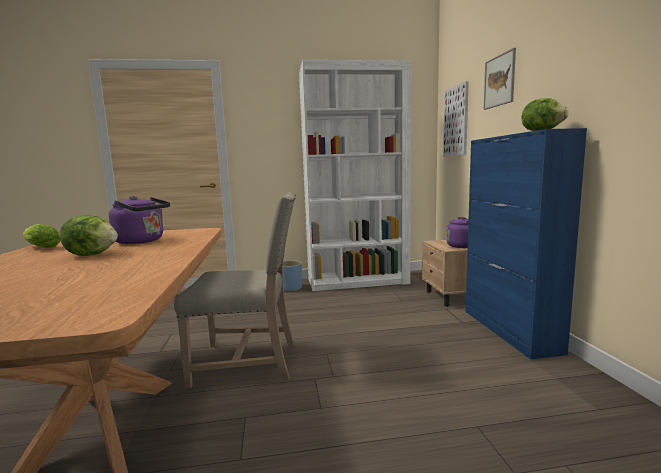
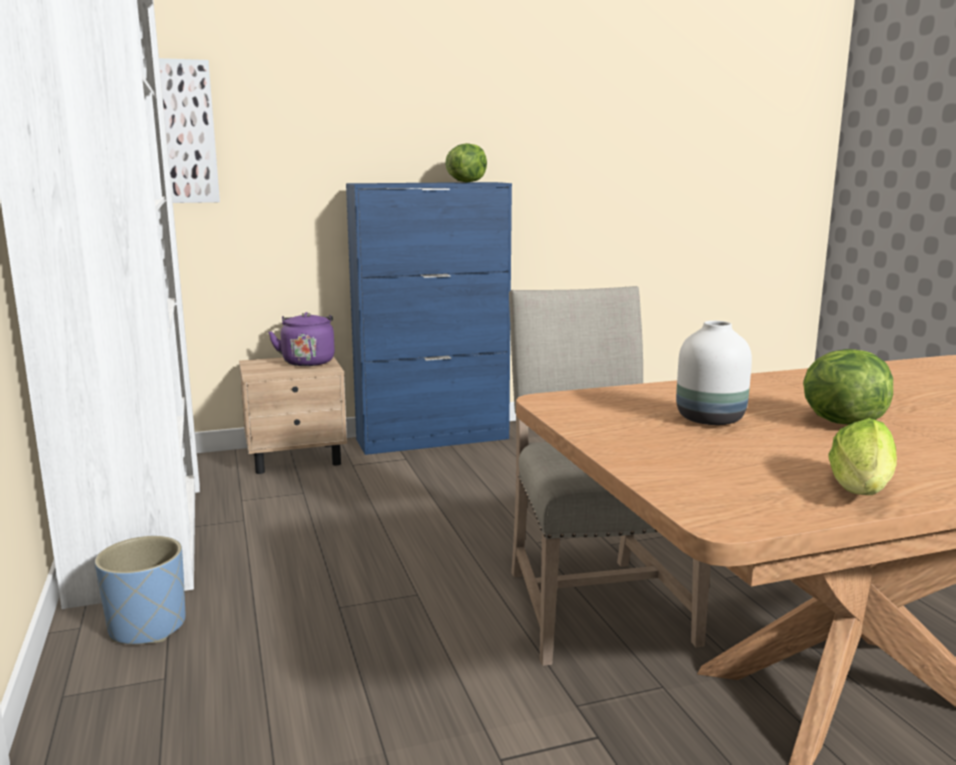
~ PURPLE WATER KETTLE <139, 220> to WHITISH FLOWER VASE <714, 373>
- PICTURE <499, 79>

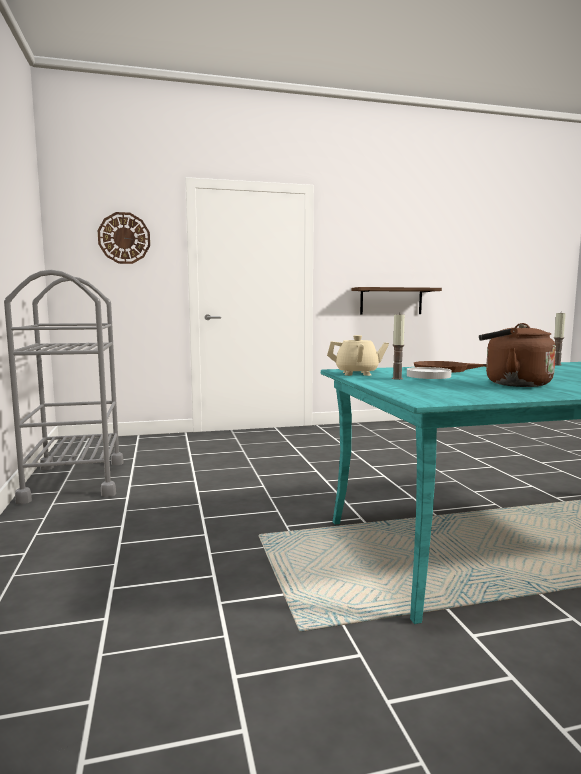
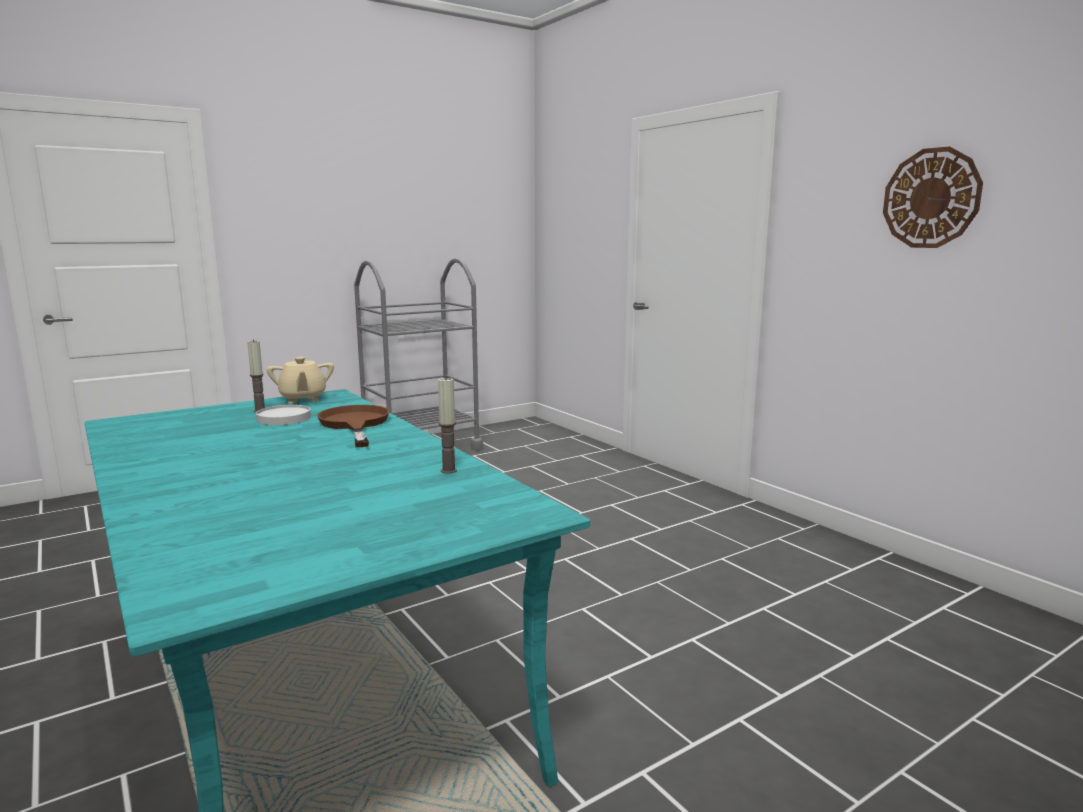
~ WALL CLOCK <124, 238> to <933, 197>
- SHELF <397, 300>
- BROWN-COLOURED WATER KETTLE <517, 355>

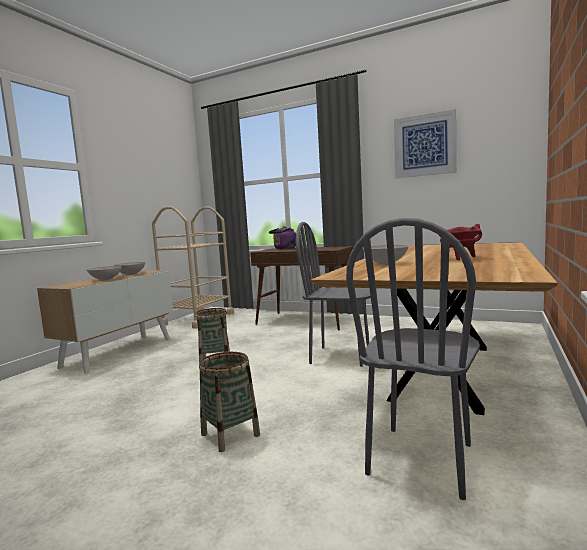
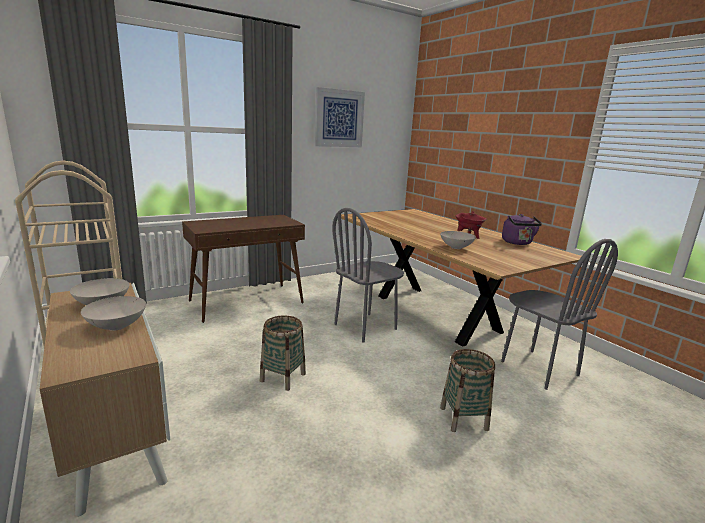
~ PURPLE WATER KETTLE <282, 237> to <522, 229>

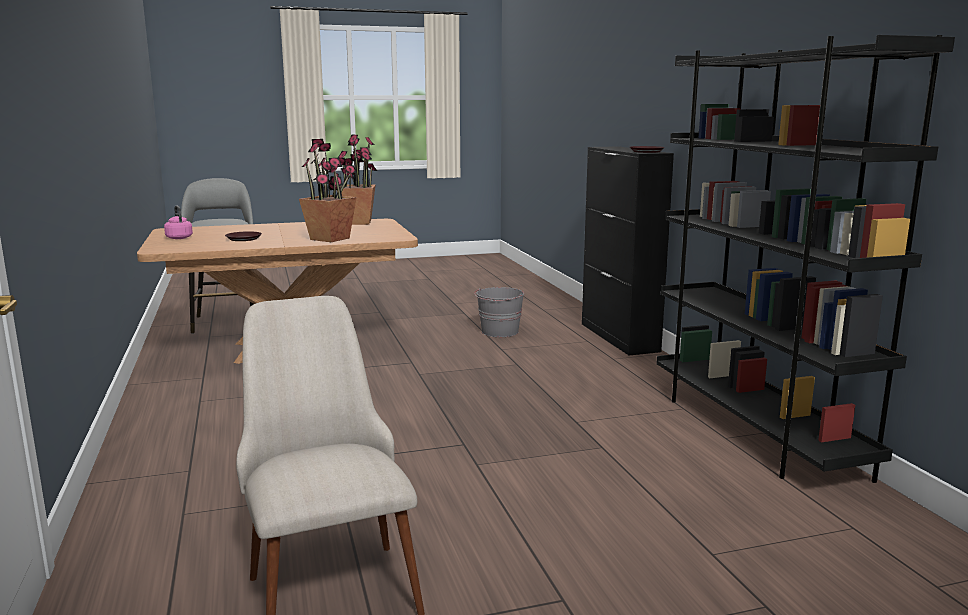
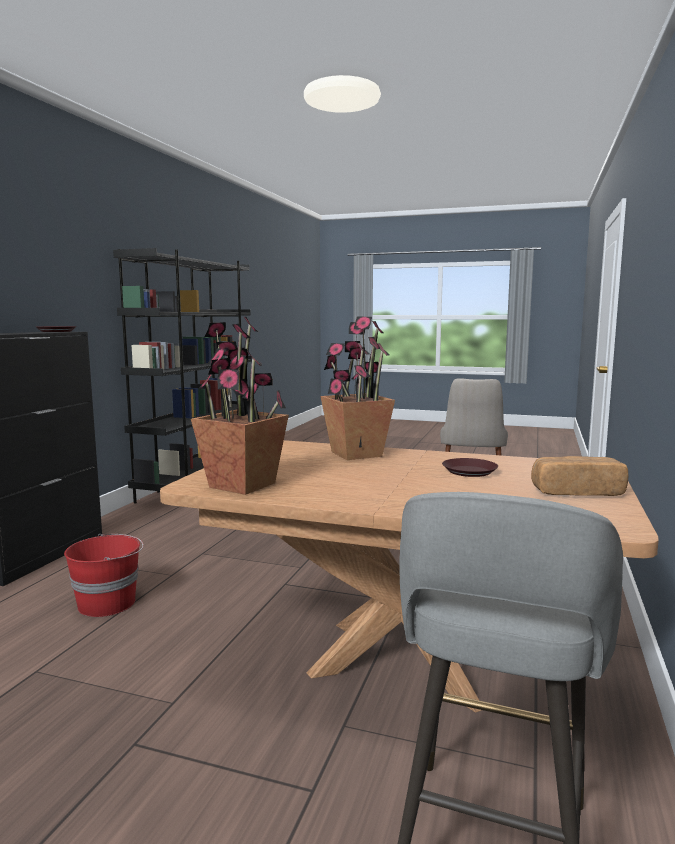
~ GREYISH PAIL <499, 312> to REDDISH PAIL <104, 575>
~ PINKISH WATER KETTLE <178, 222> to BAKED BREAD <579, 476>

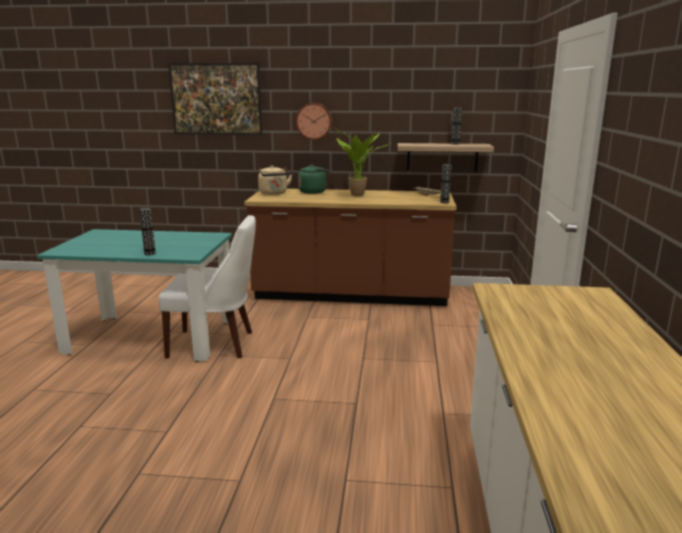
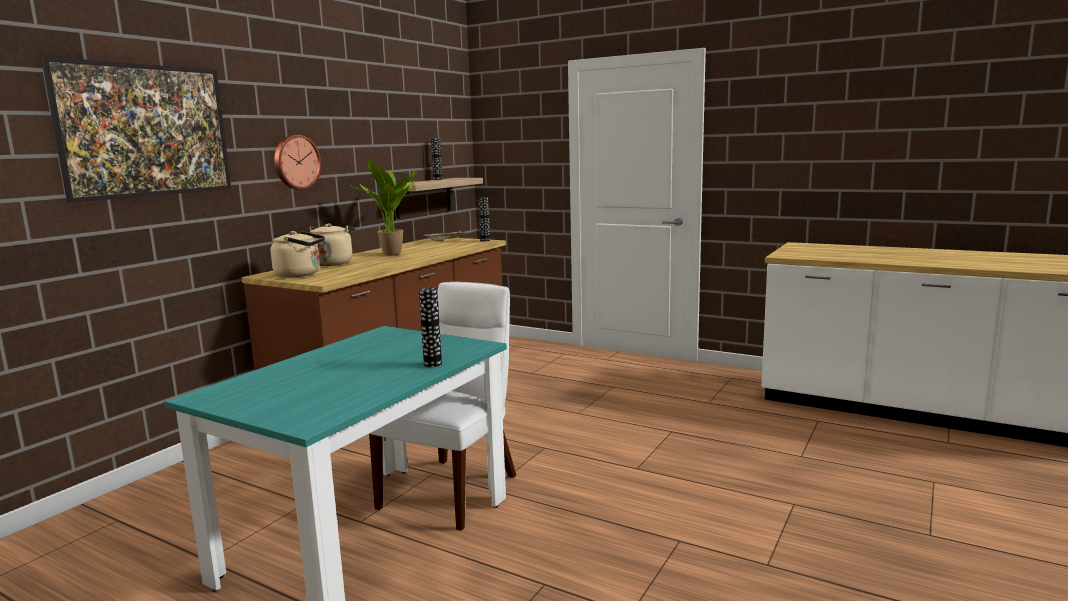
~ GREEN-COLOURED WATER KETTLE <314, 179> to SAND-COLOURED WATER KETTLE <332, 244>

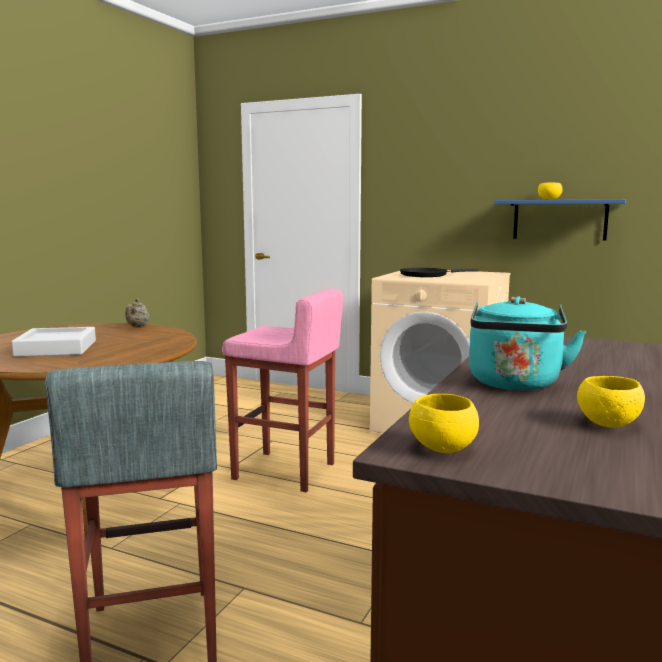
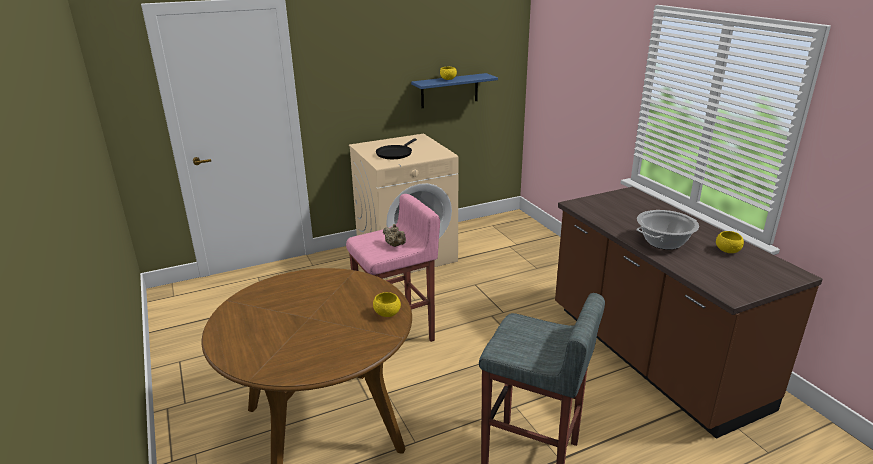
~ YELLOWISH SERVING BOWL <444, 423> to <387, 304>
~ SAND-COLOURED TEA POT <137, 312> to <394, 235>
~ TURQUOISE WATER KETTLE <527, 343> to COOKING POT <668, 230>
- GREYISH SERVING TRAY <53, 342>

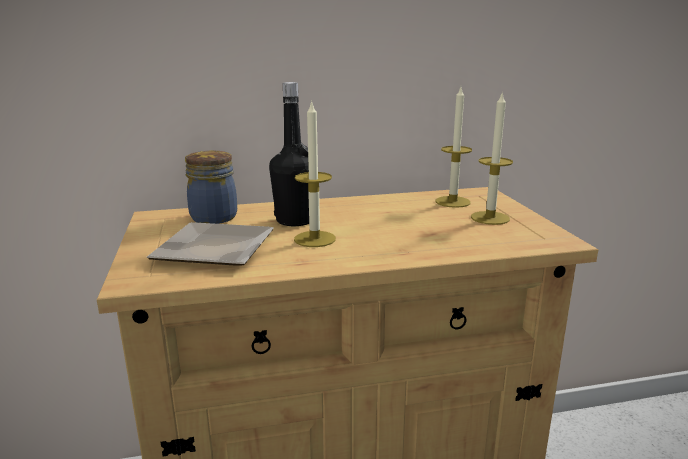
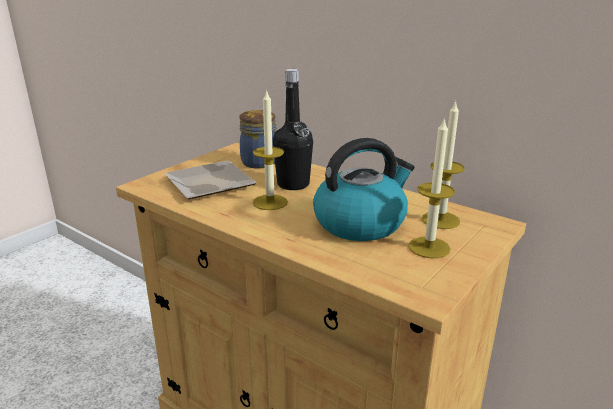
+ WATER KETTLE <364, 189>

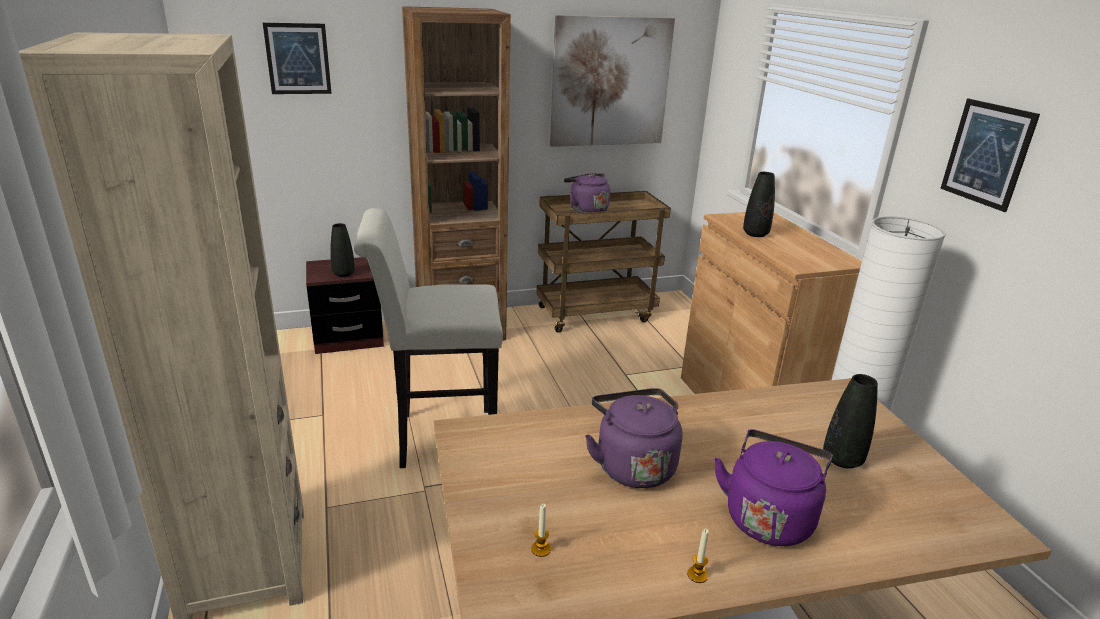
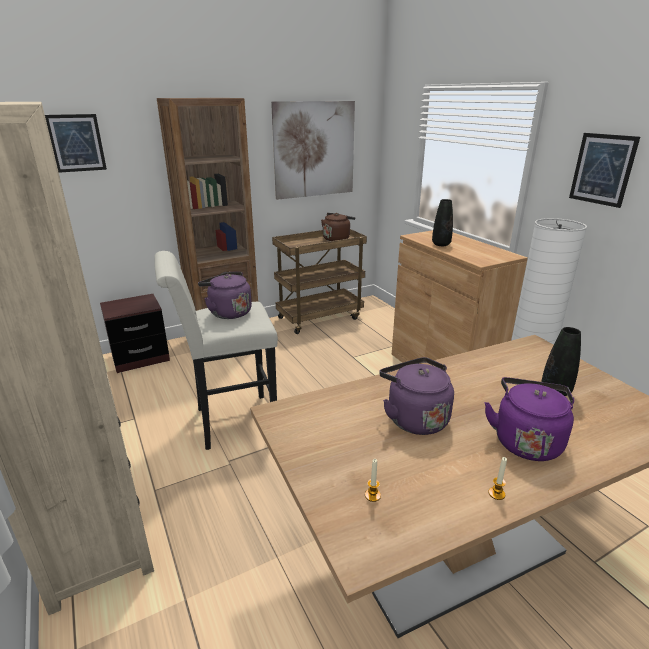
~ PURPLE WATER KETTLE <587, 193> to <225, 295>
+ BROWN-COLOURED WATER KETTLE <338, 227>
- BLACKISH FLOWER VASE <342, 250>

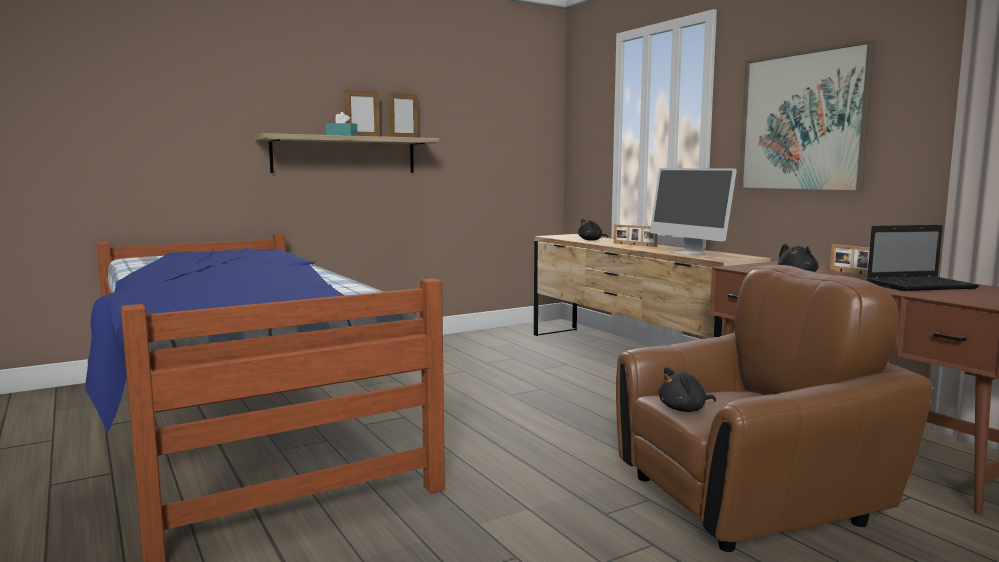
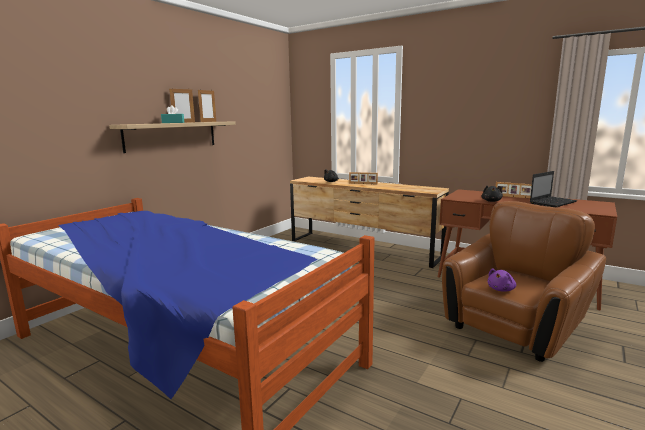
~ BLACKISH PLUSH TOY <687, 389> to PURPLE PLUSH TOY <502, 280>
- COMPUTER DISPLAY <693, 211>
- PICTURE <807, 117>

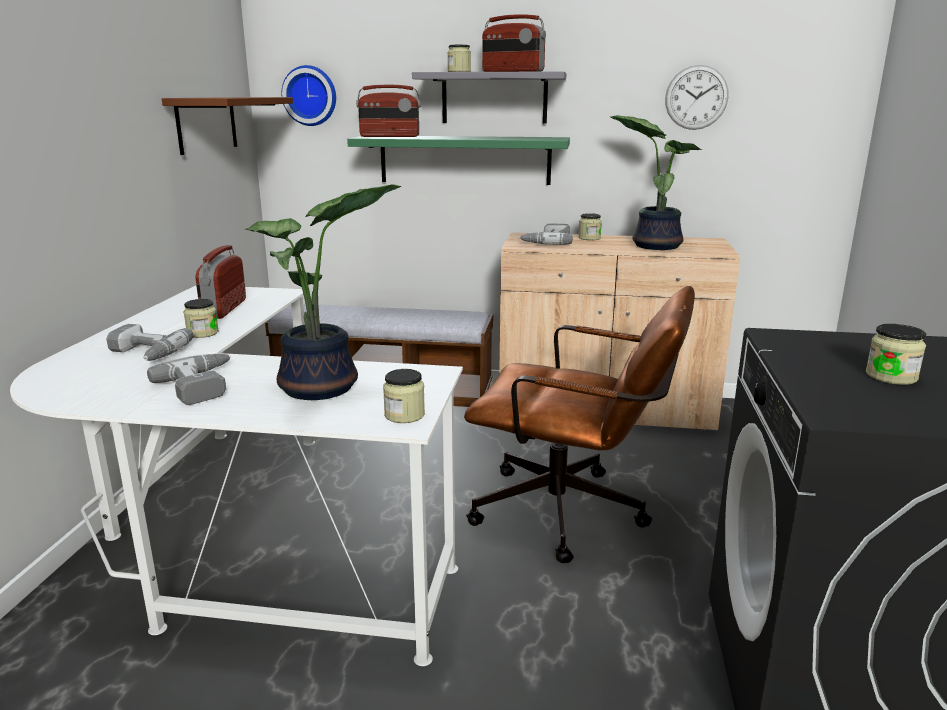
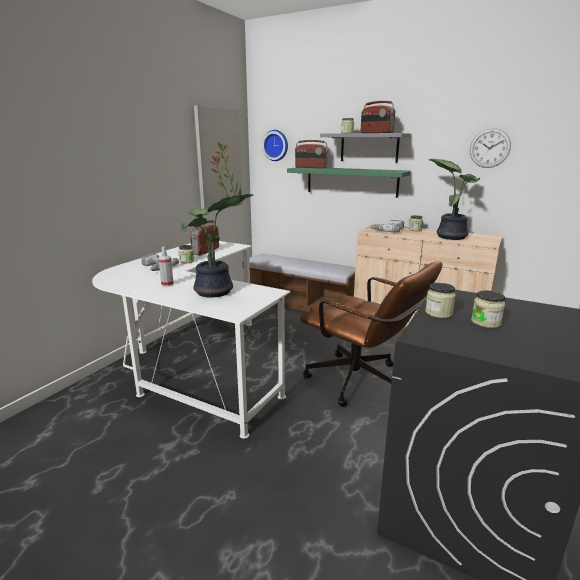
~ ELECTRIC DRILL <189, 379> to HAND SPRAYER <166, 267>
~ BROWN-COLOURED SHELF <227, 126> to PICTURE <218, 158>
~ JAR <404, 396> to <440, 300>

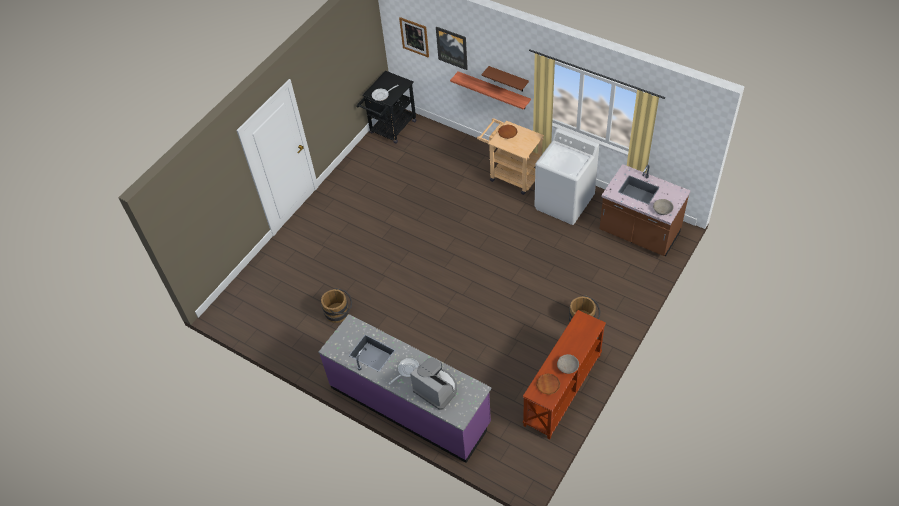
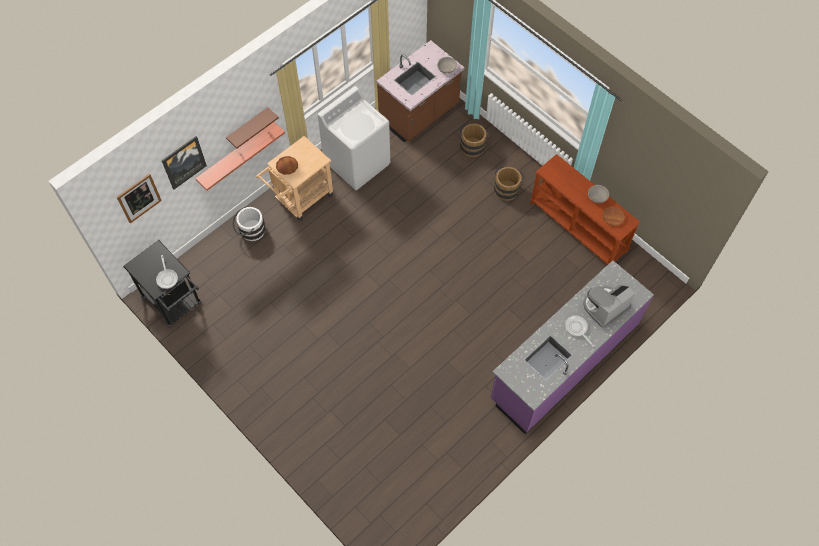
+ WHITISH PAIL <249, 223>
~ BROWN-COLOURED PAIL <336, 305> to <474, 140>

